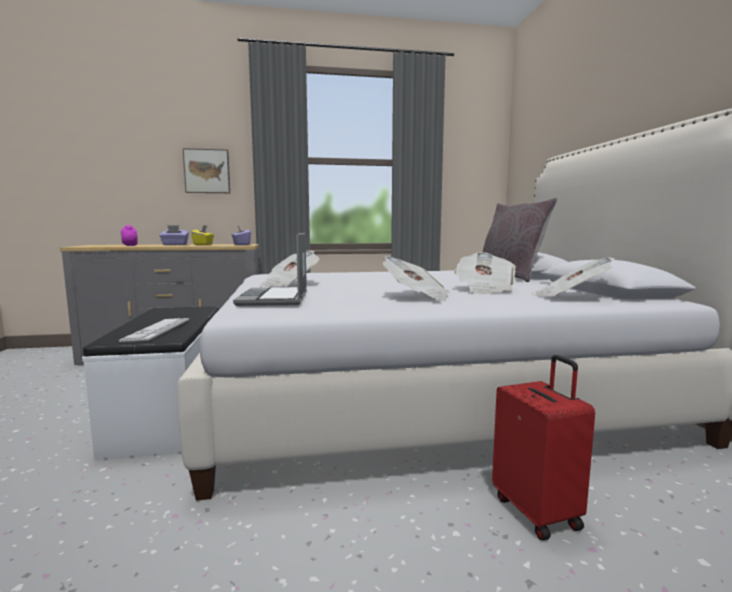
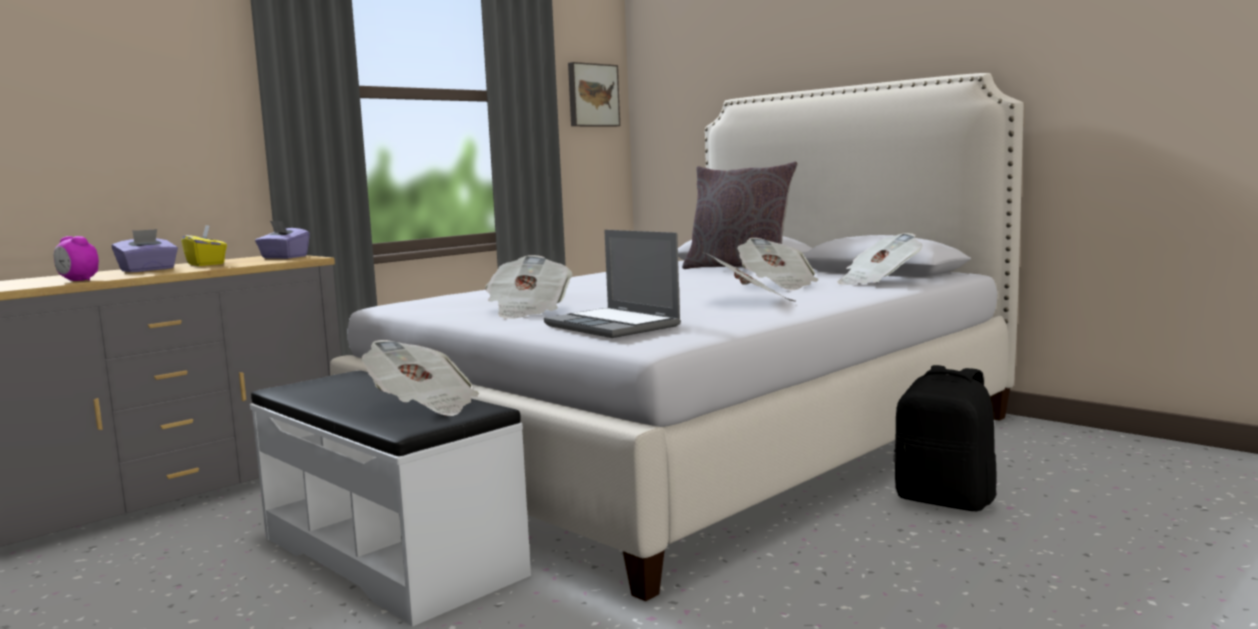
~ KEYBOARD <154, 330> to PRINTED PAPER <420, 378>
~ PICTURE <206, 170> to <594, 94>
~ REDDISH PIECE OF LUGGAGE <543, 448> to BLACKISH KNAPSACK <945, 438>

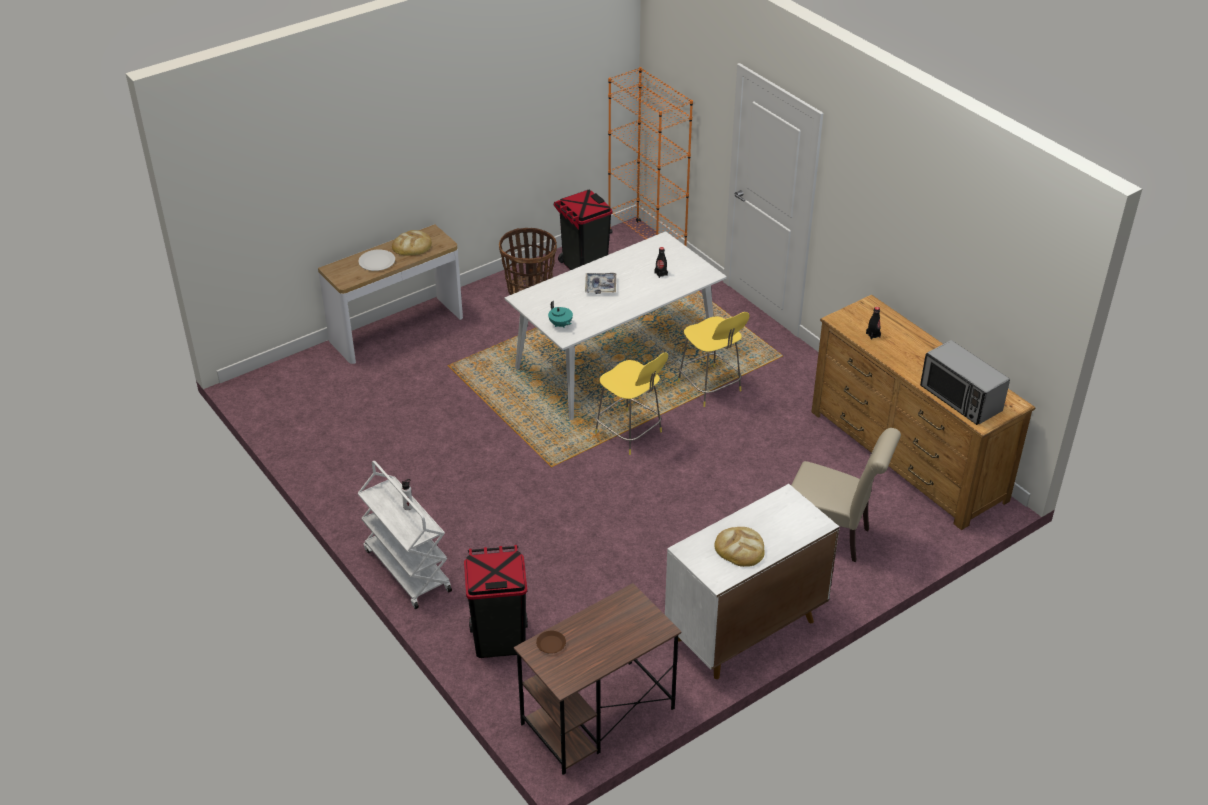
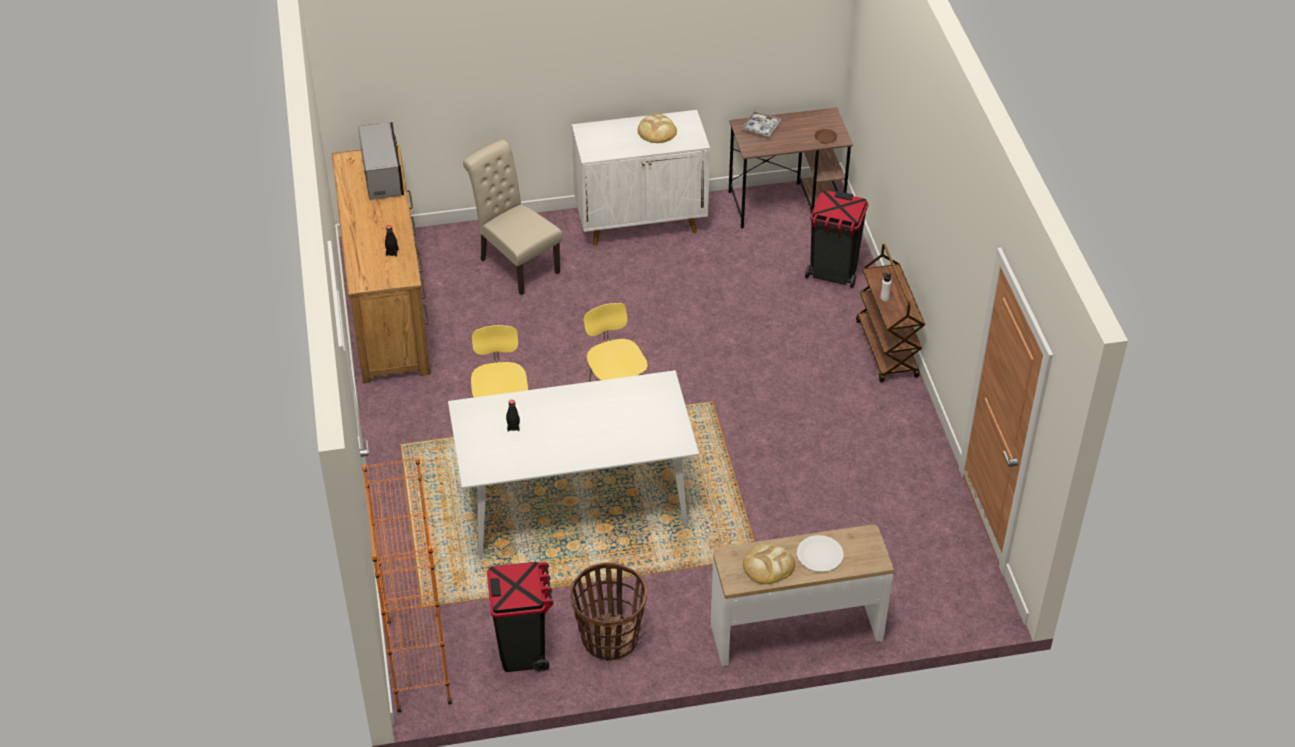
~ SERVING TRAY <600, 283> to <761, 124>
~ WHITISH TROLLEY <405, 535> to BROWN-COLOURED TROLLEY <890, 313>
- TURQUOISE TEA POT <560, 314>

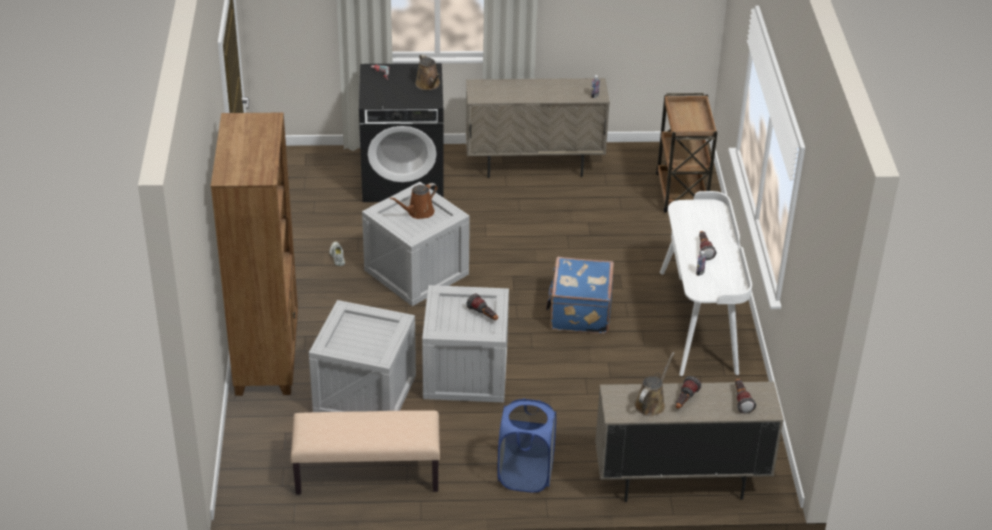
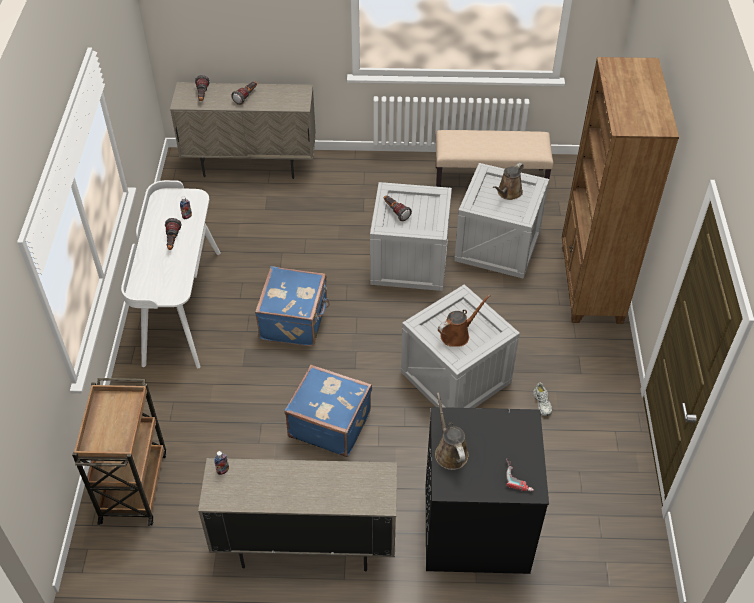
+ BLUE PIECE OF LUGGAGE <328, 410>
~ BROWN-COLOURED SPRINKLING CAN <654, 384> to <508, 181>
- BLUE WASHING BASKET <526, 446>

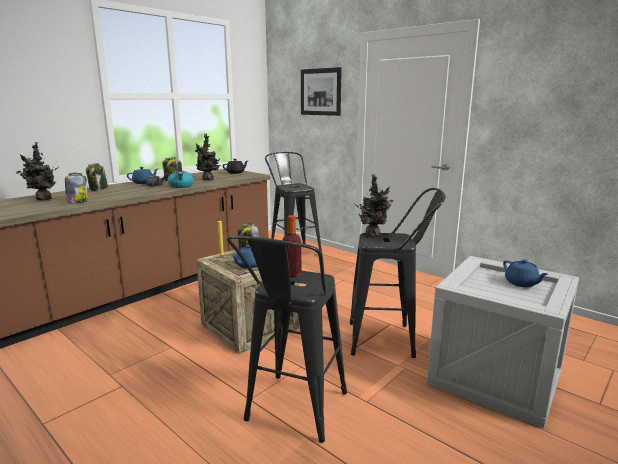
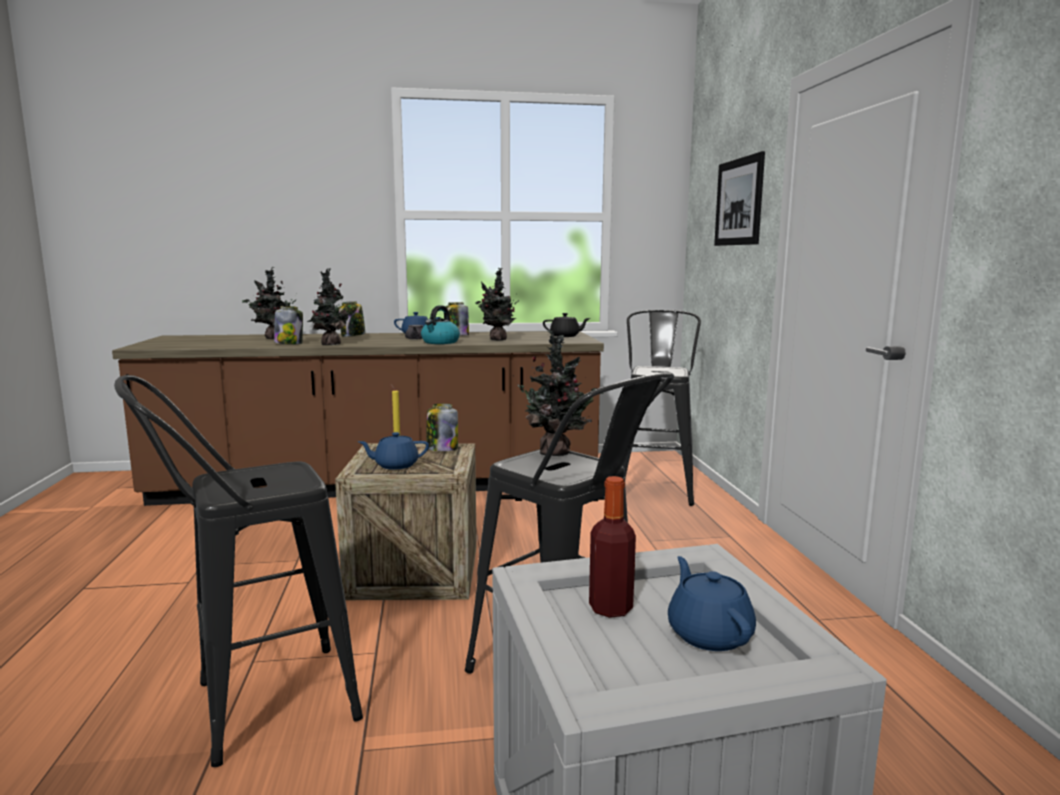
+ HOUSEPLANT <327, 306>
~ BEVERAGE BOTTLE <292, 246> to <612, 547>
~ BLUE TEA POT <525, 273> = <712, 603> 150 degrees clockwise

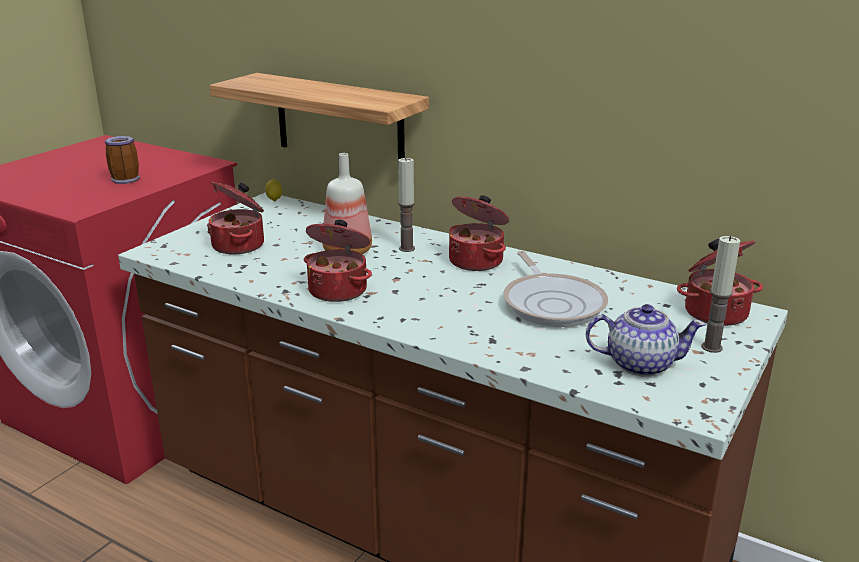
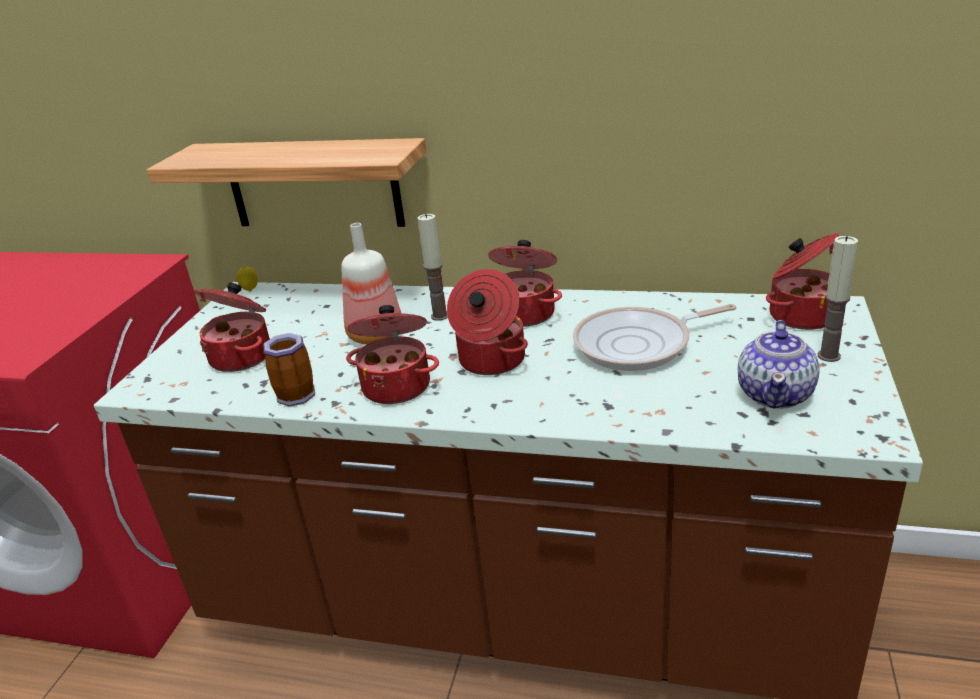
~ MUG <122, 160> to <289, 369>
+ COOKING POT <487, 322>
~ SKILLET <555, 289> = <654, 337> 105 degrees clockwise
~ TEA POT <646, 340> = <779, 364> 120 degrees clockwise

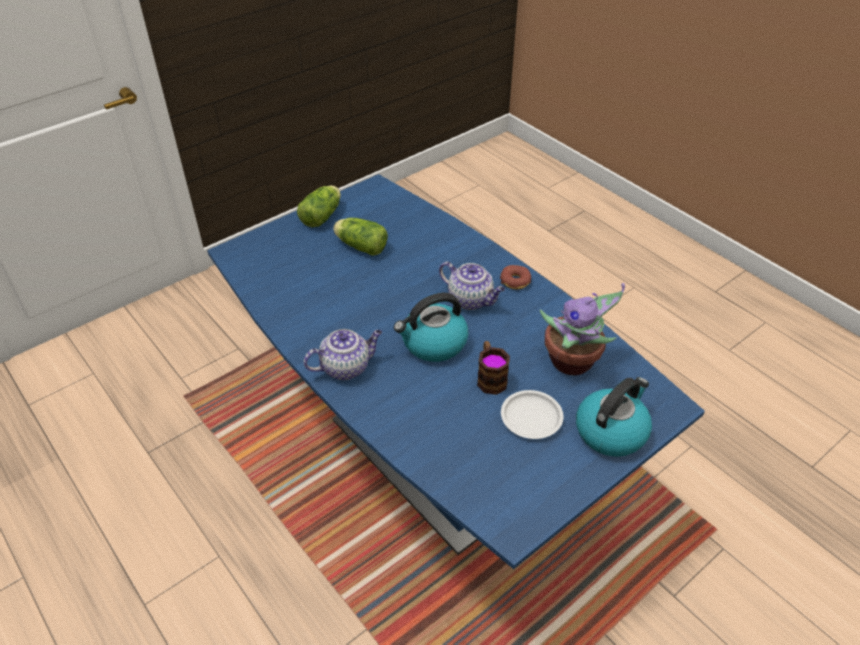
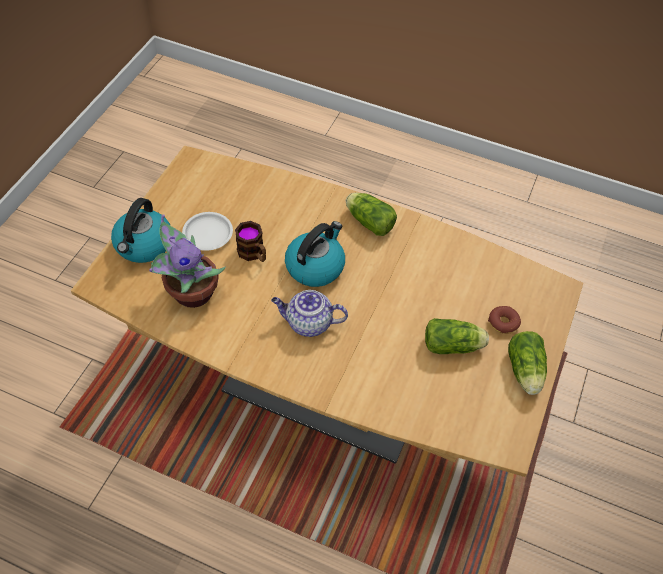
~ BLUE DINING TABLE <456, 371> to BROWN-COLOURED DINING TABLE <327, 311>
~ TEA POT <343, 354> to LETTUCE <371, 214>
~ DONUT <515, 277> to <504, 320>

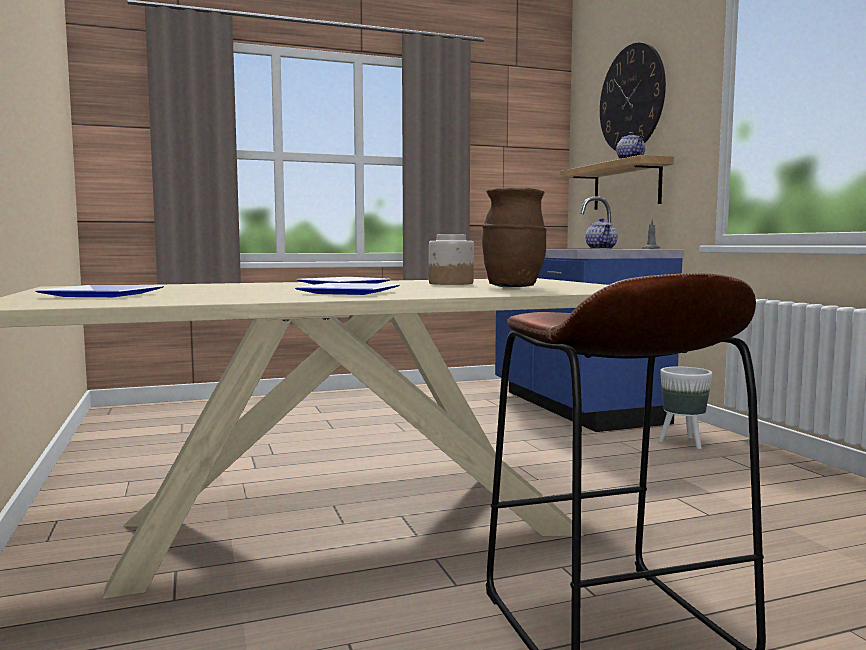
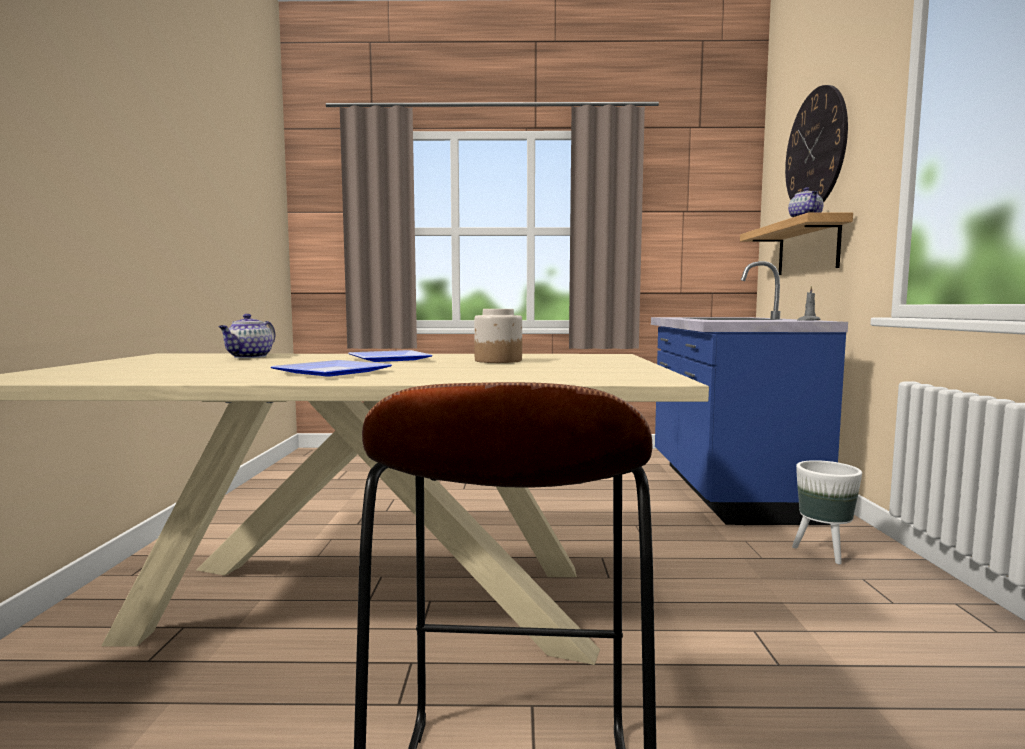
~ TEA POT <601, 233> to <246, 336>
- DINNER PLATE <100, 291>
- BROWN-COLOURED FLOWER VASE <514, 237>

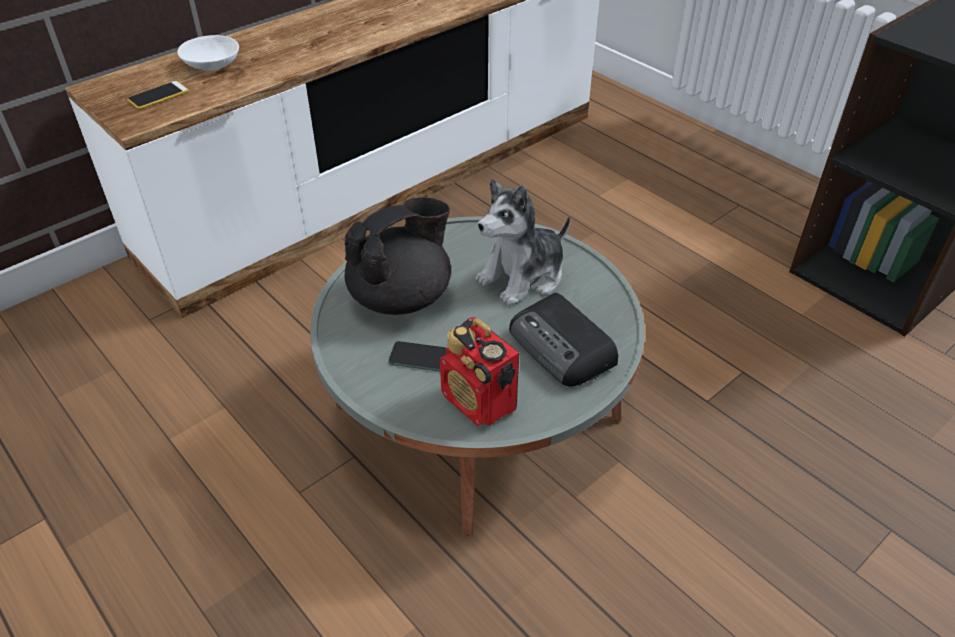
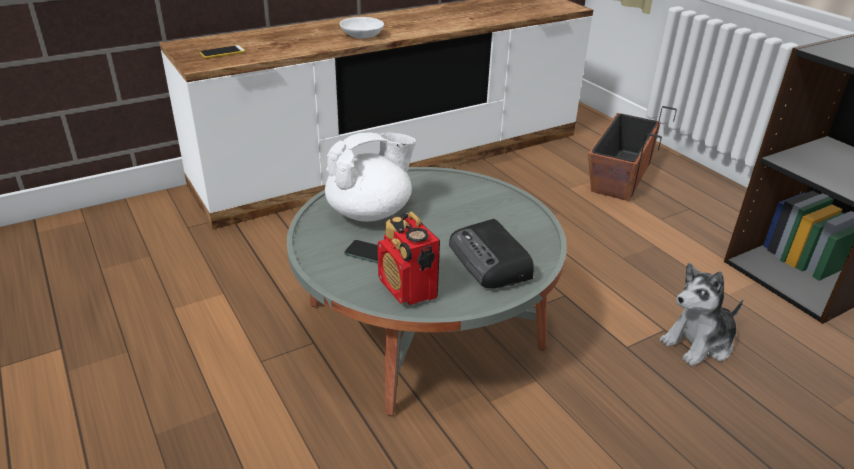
~ BLACKISH TEA POT <398, 256> to WHITISH TEA POT <370, 177>
~ WHITISH SERVING BOWL <208, 53> to <362, 28>
+ PLANT POT <632, 153>
~ PLUSH TOY <523, 242> to <701, 314>

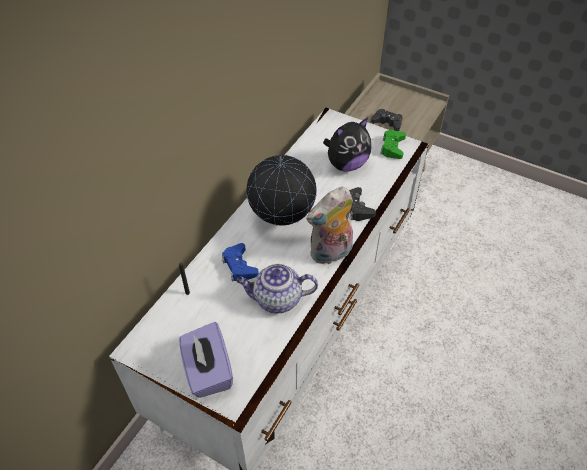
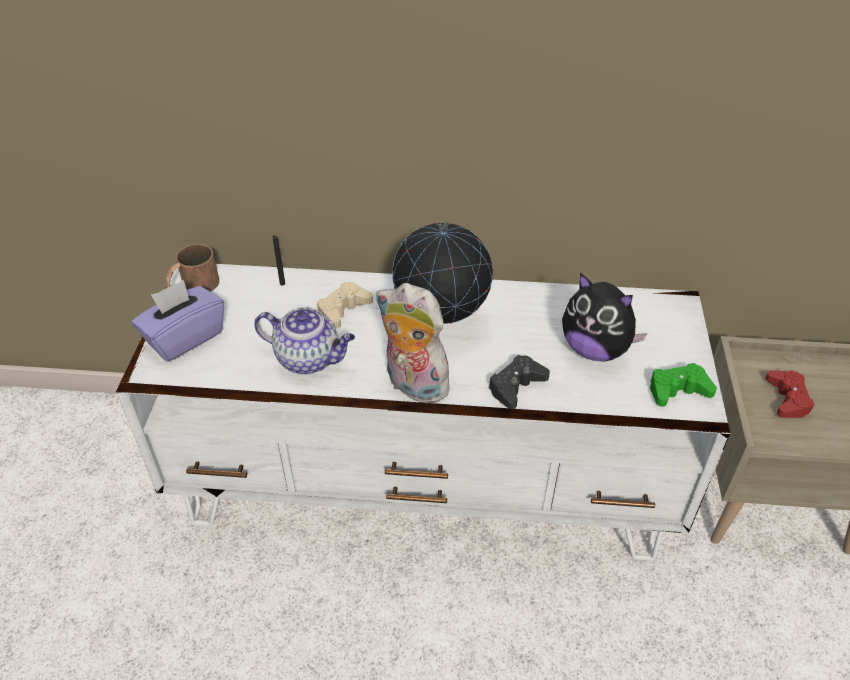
+ BROWN-COLOURED MUG <192, 268>
~ TEA POT <277, 289> = <304, 340> 135 degrees clockwise
~ BLUE GAME CONTROLLER <240, 262> to SAND-COLOURED GAME CONTROLLER <345, 305>
~ BLACKISH GAME CONTROLLER <386, 120> to REDDISH GAME CONTROLLER <789, 394>

